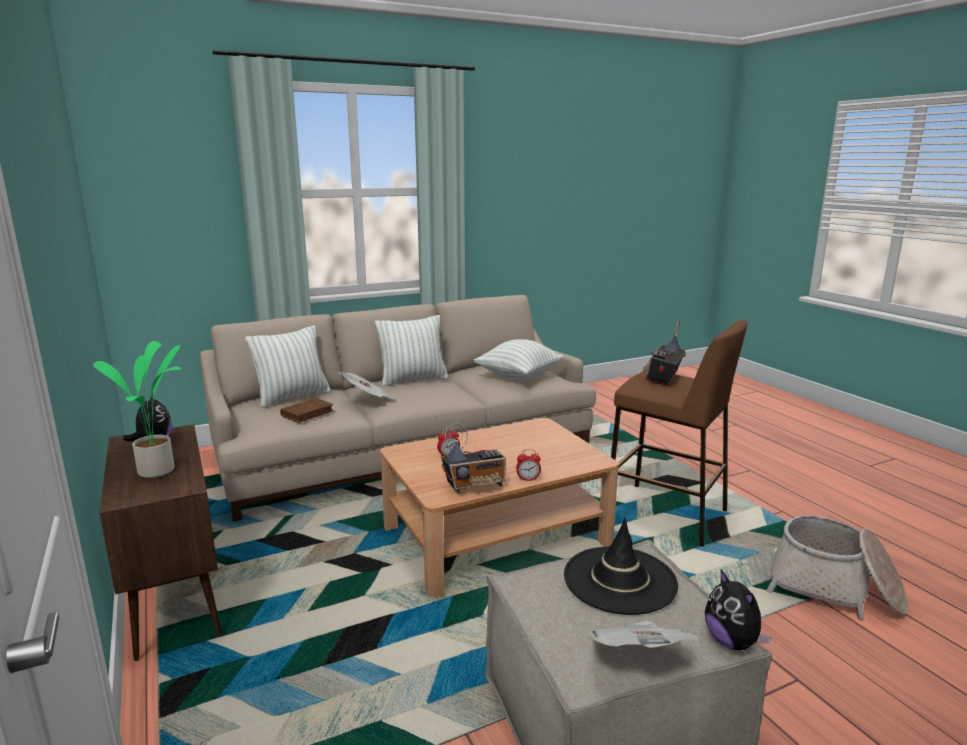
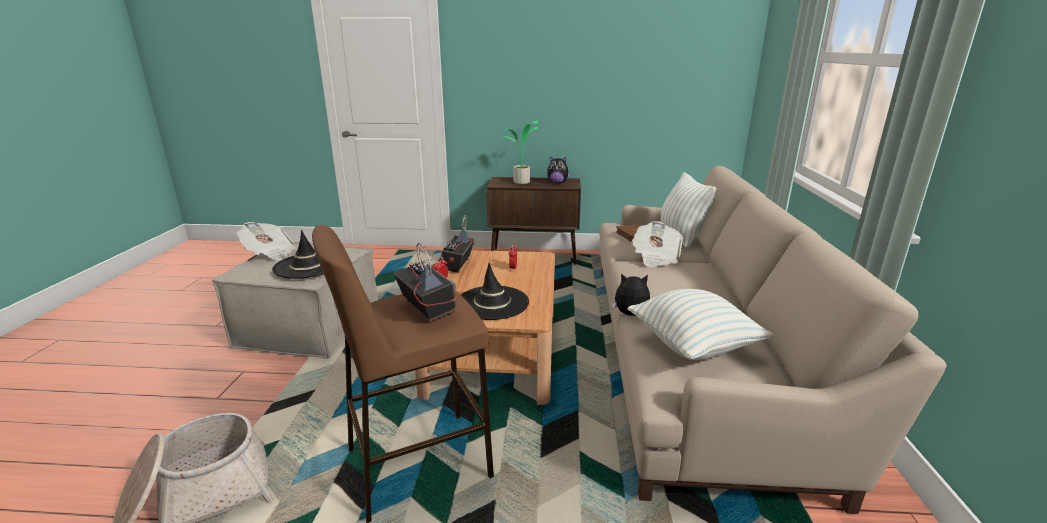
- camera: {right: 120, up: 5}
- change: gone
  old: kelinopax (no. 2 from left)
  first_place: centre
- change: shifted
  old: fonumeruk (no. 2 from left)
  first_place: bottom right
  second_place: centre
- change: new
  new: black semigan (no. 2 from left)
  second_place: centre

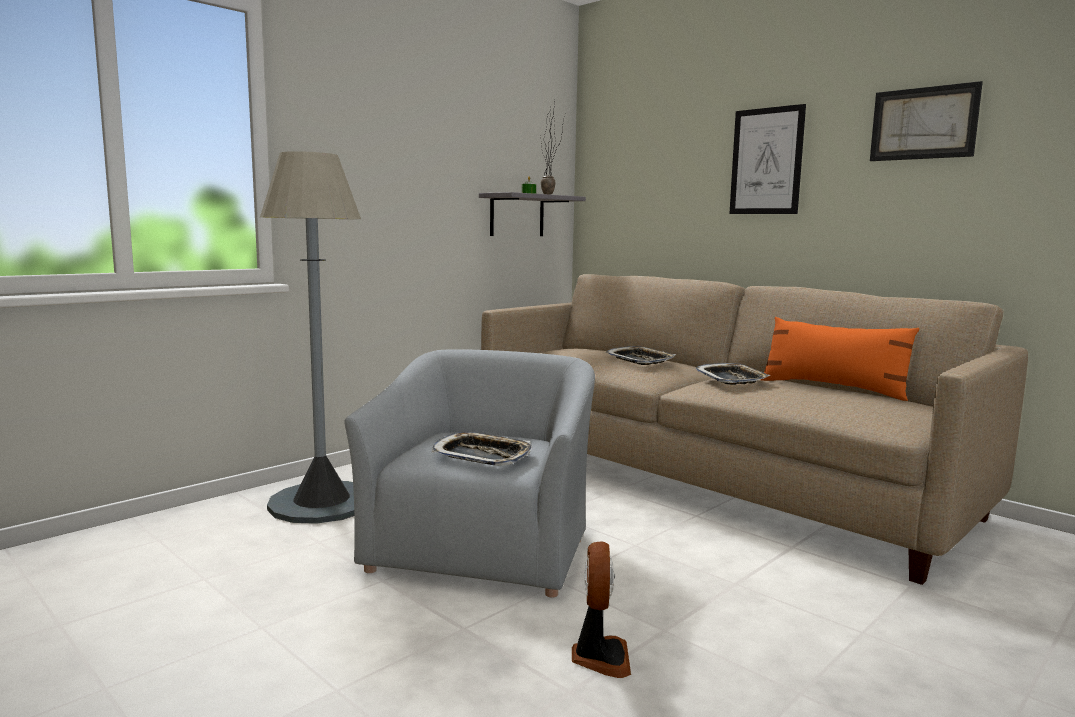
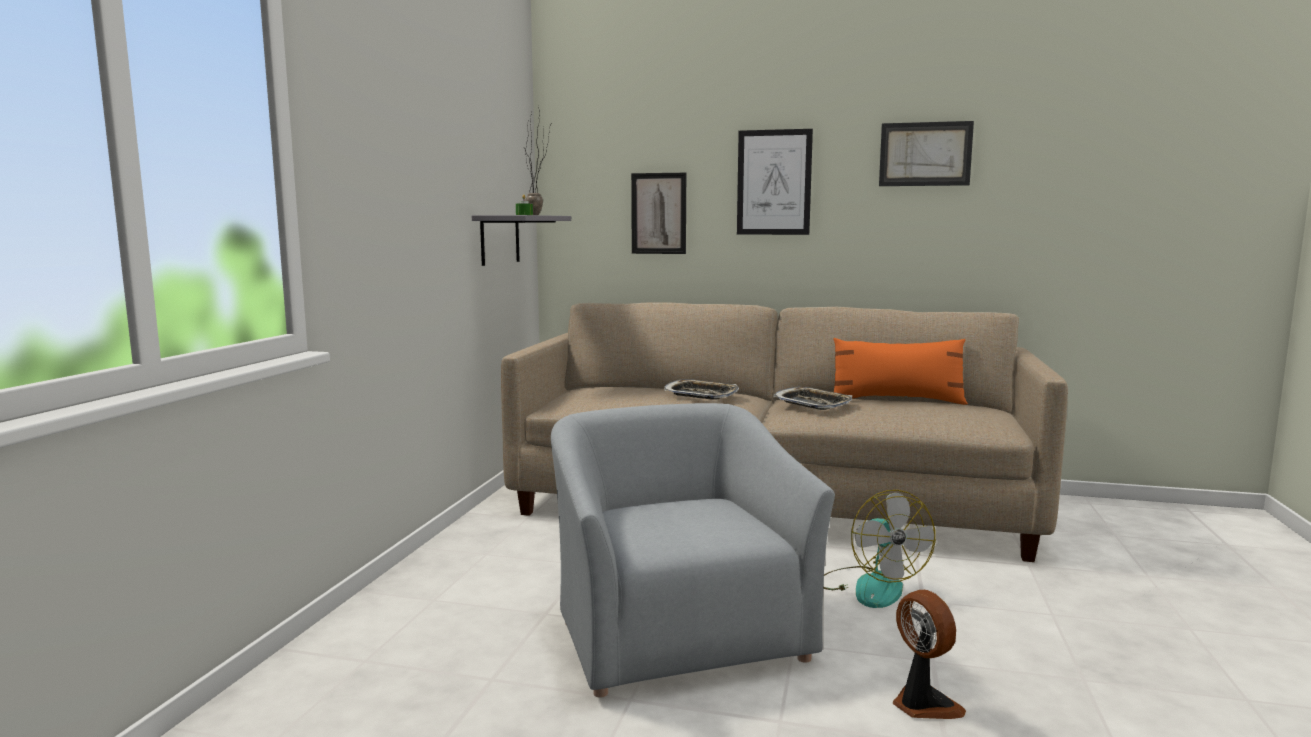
- camera: {right: -30, up: 0}
- change: gone
  old: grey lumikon
  first_place: middle left
- change: gone
  old: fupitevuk (no. 1 from left)
  first_place: centre
- change: new
  new: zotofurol (no. 1 from left)
  second_place: top centre
- change: new
  new: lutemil (no. 1 from left)
  second_place: bottom right

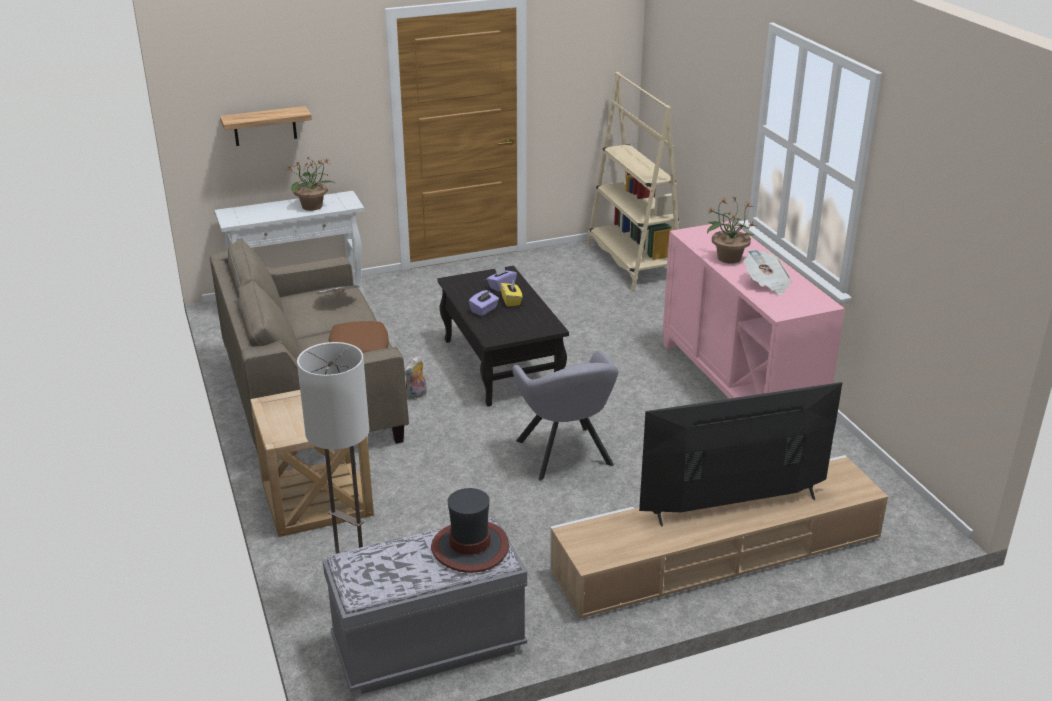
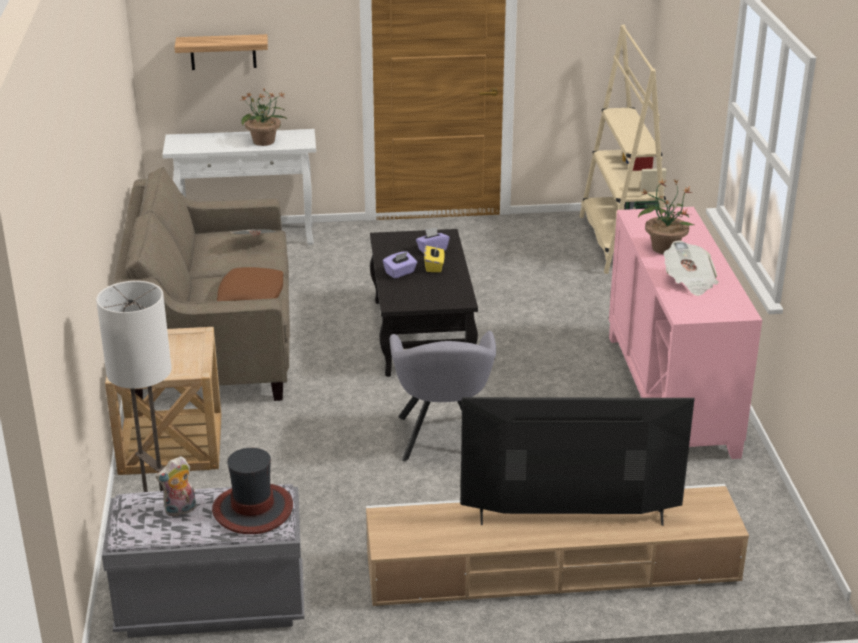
- camera: {right: 15, up: 0}
- change: shifted
  old: fonumeruk
  first_place: centre
  second_place: bottom left

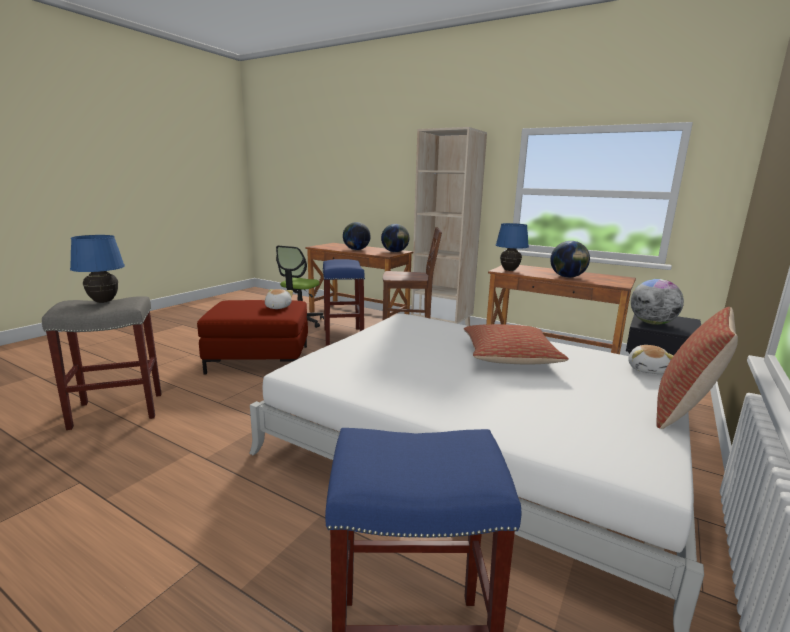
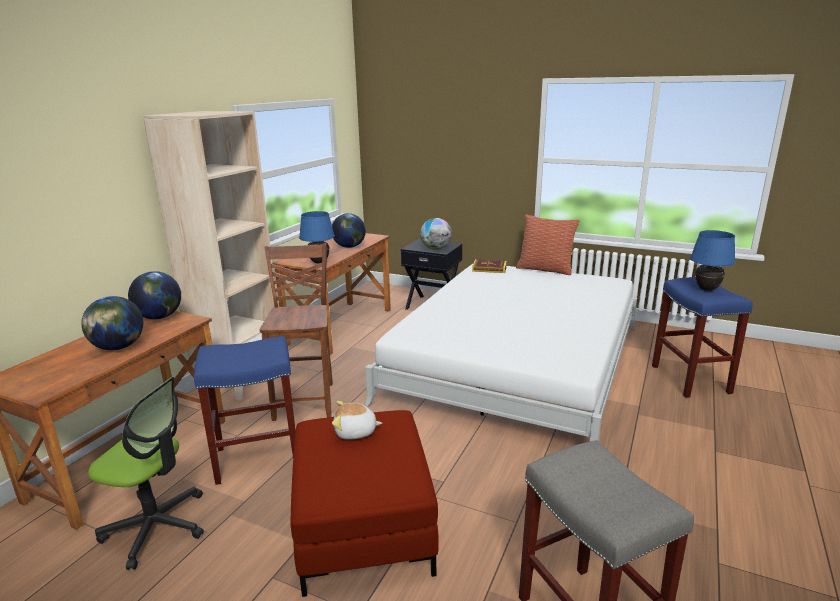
- camera: {right: -95, up: 5}
- change: shifted
  old: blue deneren (no. 1 from left in the first image)
  new: blue deneren (no. 2 from left)
  first_place: middle left
  second_place: middle right
- change: gone
  old: kelinopax (no. 1 from left)
  first_place: centre
- change: swapped
  old: fonumeruk (no. 2 from left)
  new: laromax
  first_place: middle right
  second_place: centre

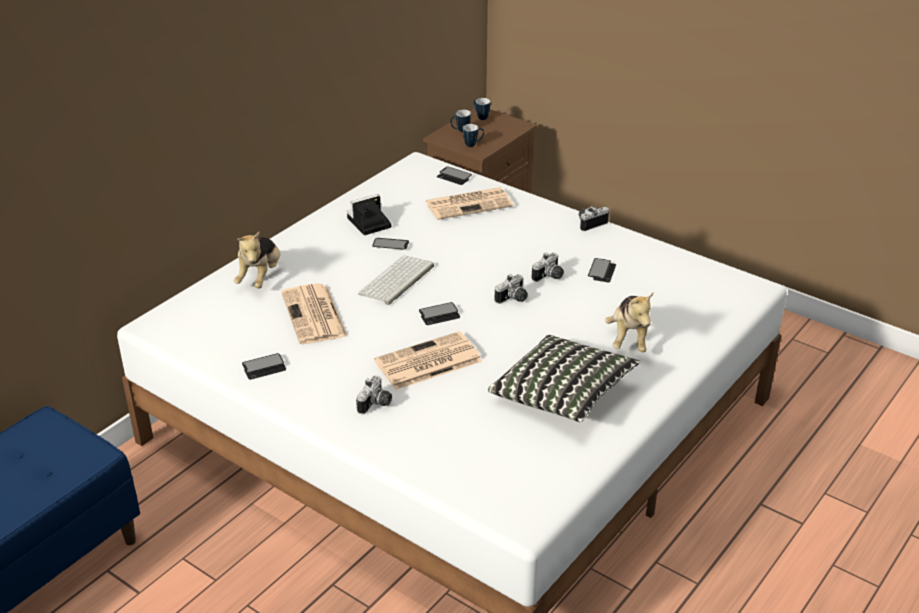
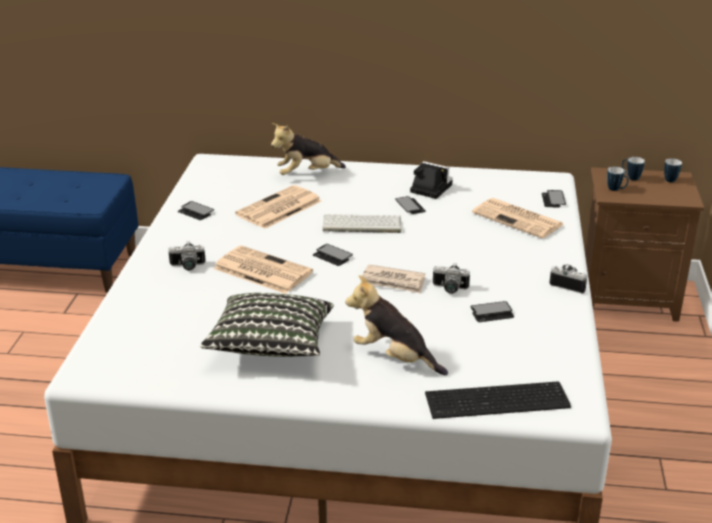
- camera: {right: 60, up: -5}
- change: swapped
  old: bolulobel (no. 3 from left)
  new: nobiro (no. 3 from left)
  first_place: centre
  second_place: centre
- change: rotated
  old: fonumeruk (no. 2 from left)
  first_place: middle right
  second_place: centre
  degrees: 60
- change: new
  new: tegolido (no. 2 from left)
  second_place: bottom right

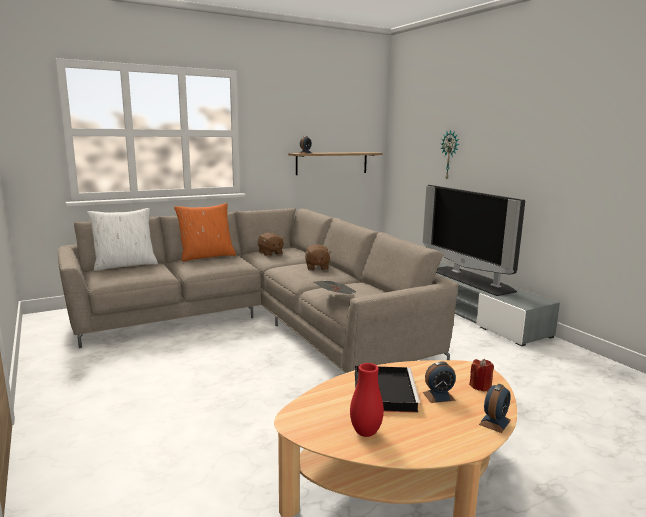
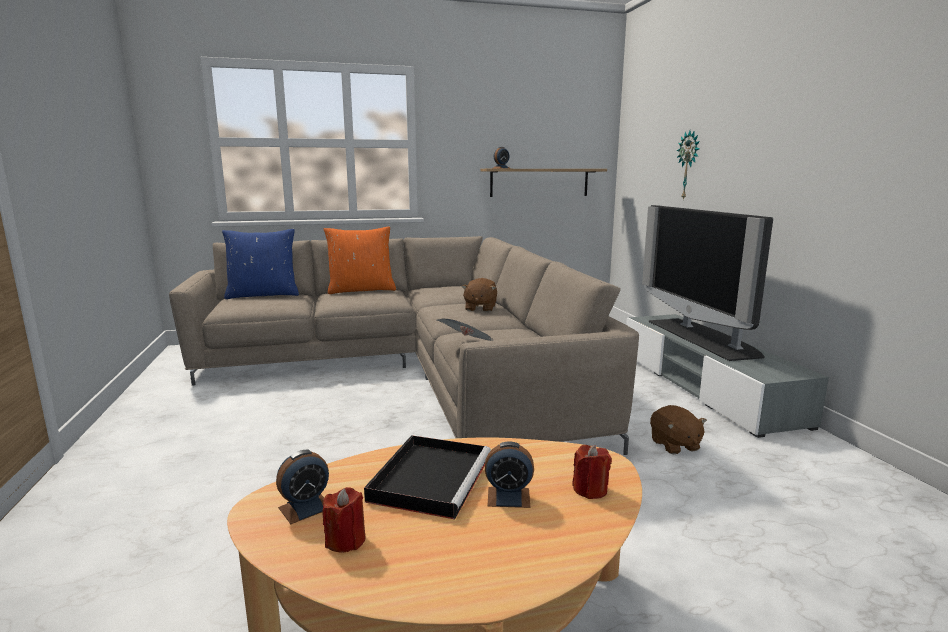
- camera: {right: 15, up: 0}
- change: repainted
  old: white kelinopax
  new: blue kelinopax
  first_place: middle left
  second_place: middle left
- change: shifted
  old: brown fonumeruk (no. 1 from left in the first image)
  new: brown fonumeruk (no. 2 from left)
  first_place: centre
  second_place: bottom right
- change: swapped
  old: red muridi
  new: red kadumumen (no. 1 from left)
  first_place: bottom centre
  second_place: bottom centre
- change: shifted
  old: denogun (no. 3 from left in the first image)
  new: denogun (no. 1 from left)
  first_place: bottom right
  second_place: bottom left

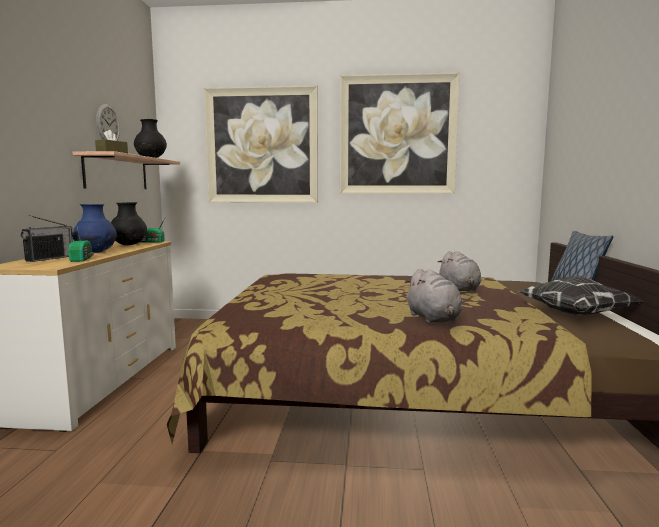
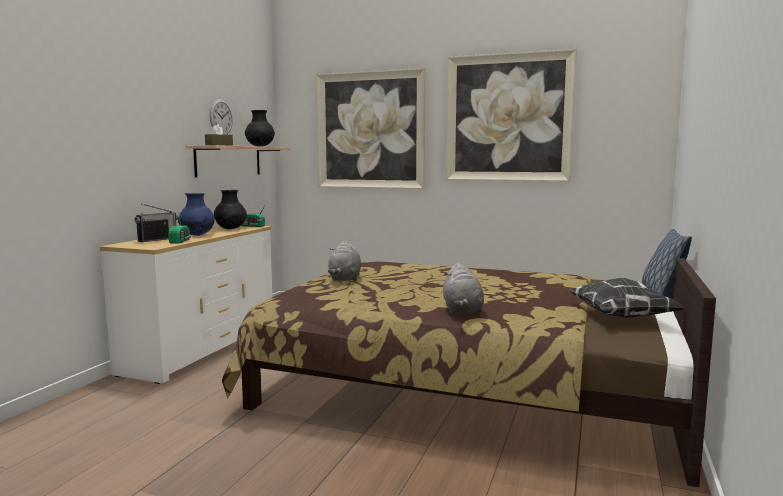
- camera: {right: 15, up: 0}
- change: shifted
  old: grey fonumeruk (no. 2 from left in the first image)
  new: grey fonumeruk (no. 1 from left)
  first_place: middle right
  second_place: centre

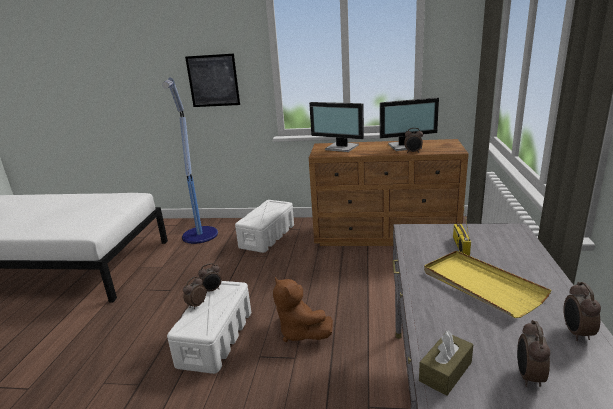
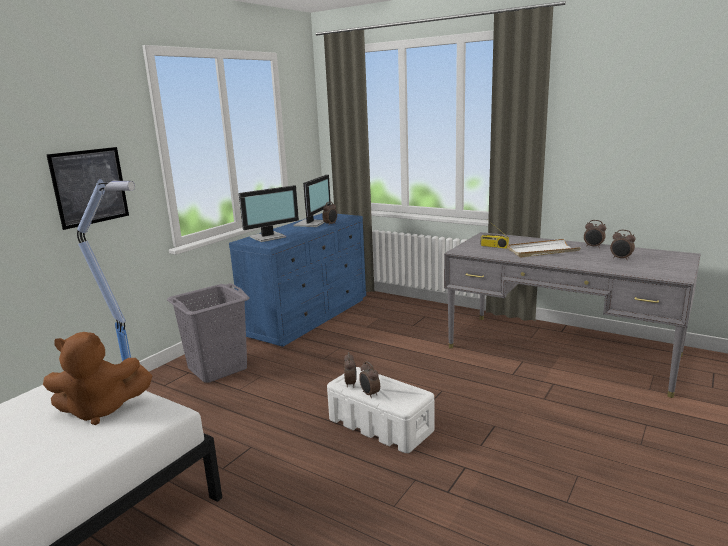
- camera: {right: -65, up: -5}
- change: repainted
  old: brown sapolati
  new: blue sapolati
  first_place: centre
  second_place: centre
- change: swapped
  old: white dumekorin (no. 2 from left)
  new: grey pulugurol
  first_place: centre
  second_place: middle left
- change: repainted
  old: yellow fupitevuk
  new: white fupitevuk
  first_place: bottom right
  second_place: middle right
- change: shifted
  old: brown fonumeruk
  first_place: bottom centre
  second_place: bottom left
- change: gone
  old: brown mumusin
  first_place: bottom right

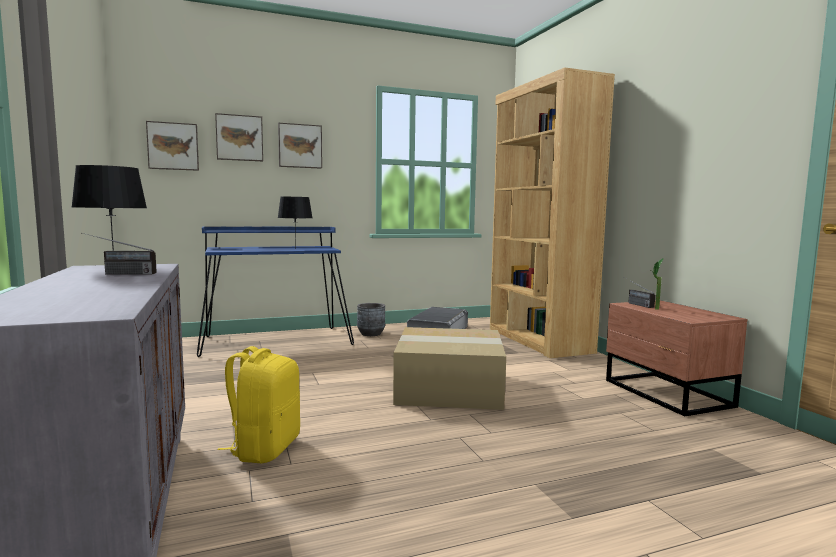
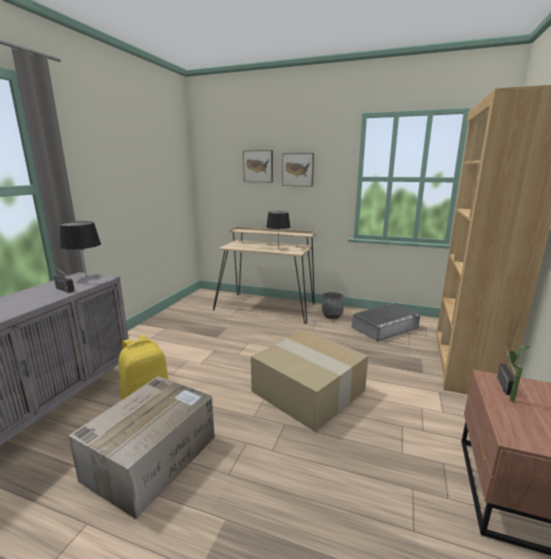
- camera: {right: 40, up: 10}
- change: gone
  old: zotofurol (no. 1 from left)
  first_place: top left
- change: repainted
  old: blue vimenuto
  new: beige vimenuto
  first_place: middle left
  second_place: centre
- change: new
  new: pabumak (no. 1 from left)
  second_place: bottom left

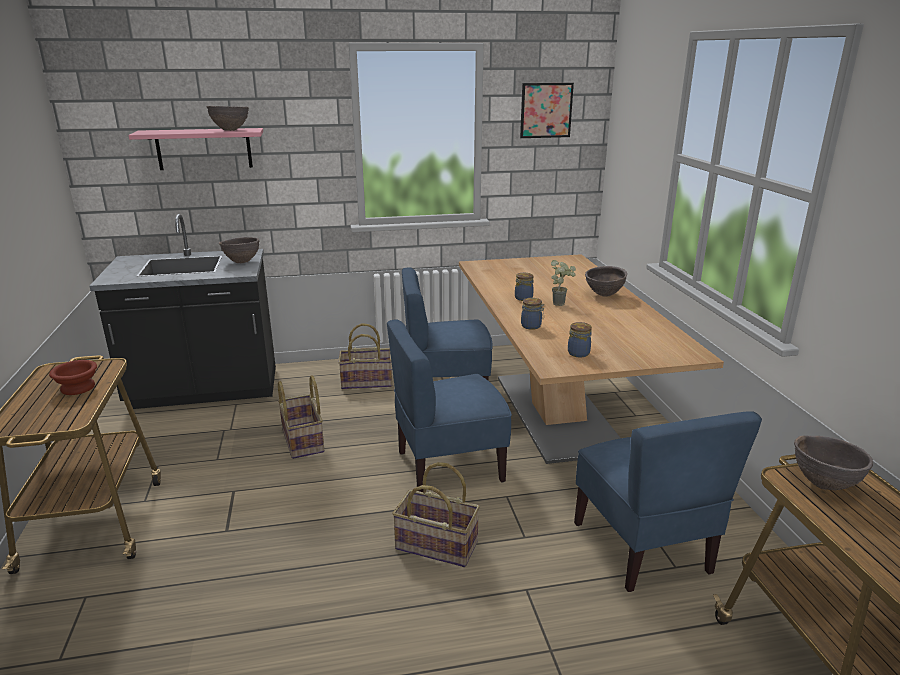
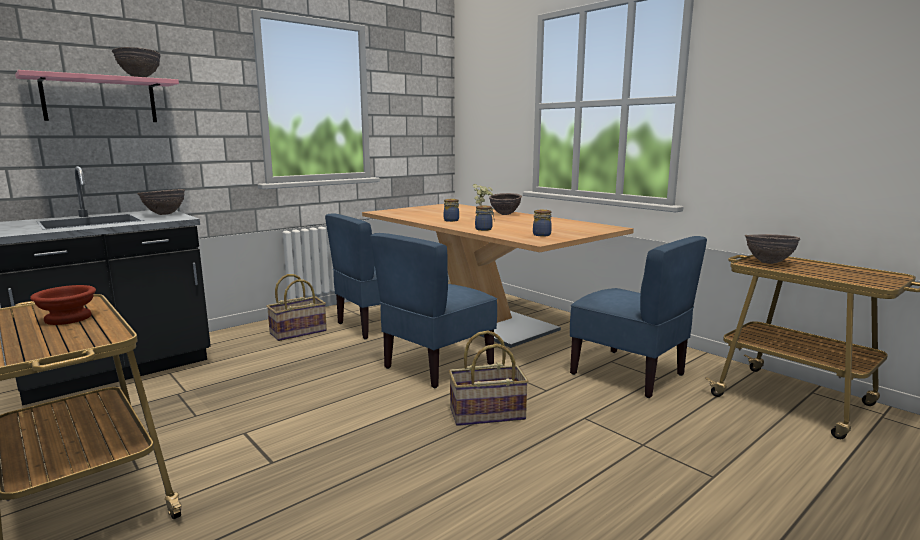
- camera: {right: -30, up: -10}
- change: gone
  old: zotofurol
  first_place: top centre
- change: gone
  old: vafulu (no. 1 from left)
  first_place: centre

